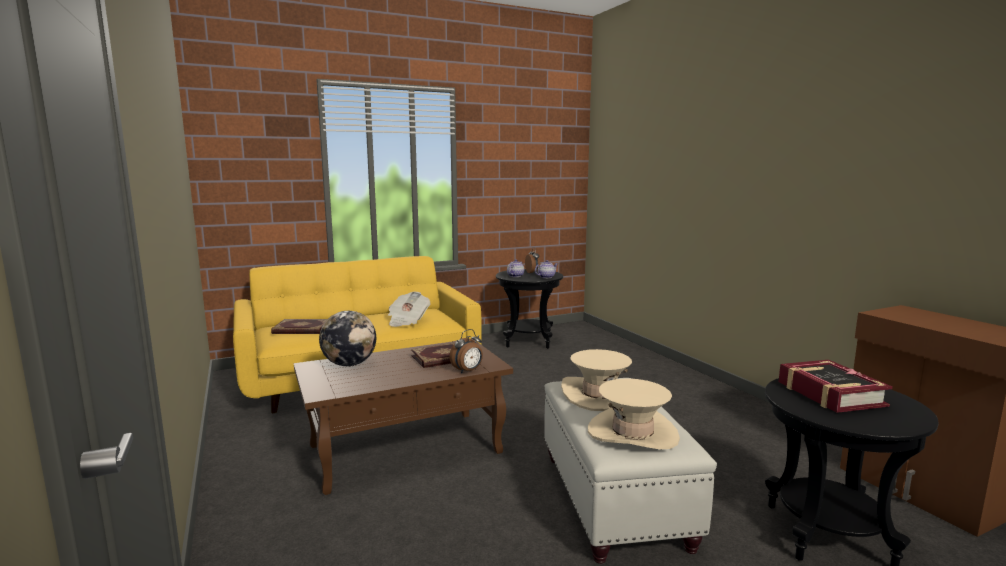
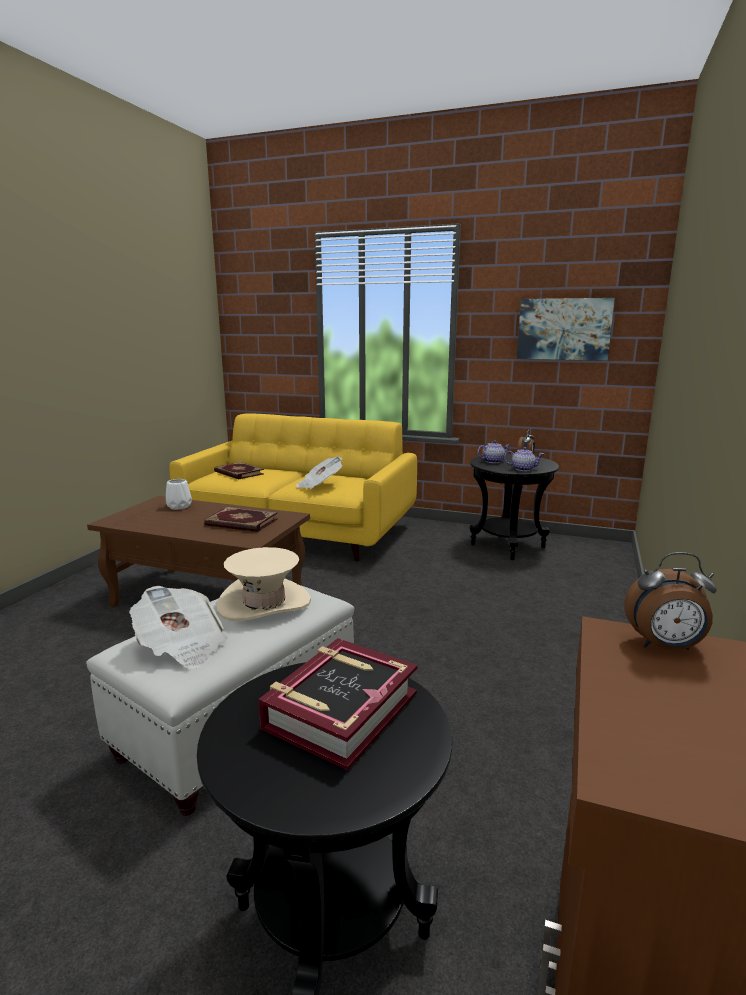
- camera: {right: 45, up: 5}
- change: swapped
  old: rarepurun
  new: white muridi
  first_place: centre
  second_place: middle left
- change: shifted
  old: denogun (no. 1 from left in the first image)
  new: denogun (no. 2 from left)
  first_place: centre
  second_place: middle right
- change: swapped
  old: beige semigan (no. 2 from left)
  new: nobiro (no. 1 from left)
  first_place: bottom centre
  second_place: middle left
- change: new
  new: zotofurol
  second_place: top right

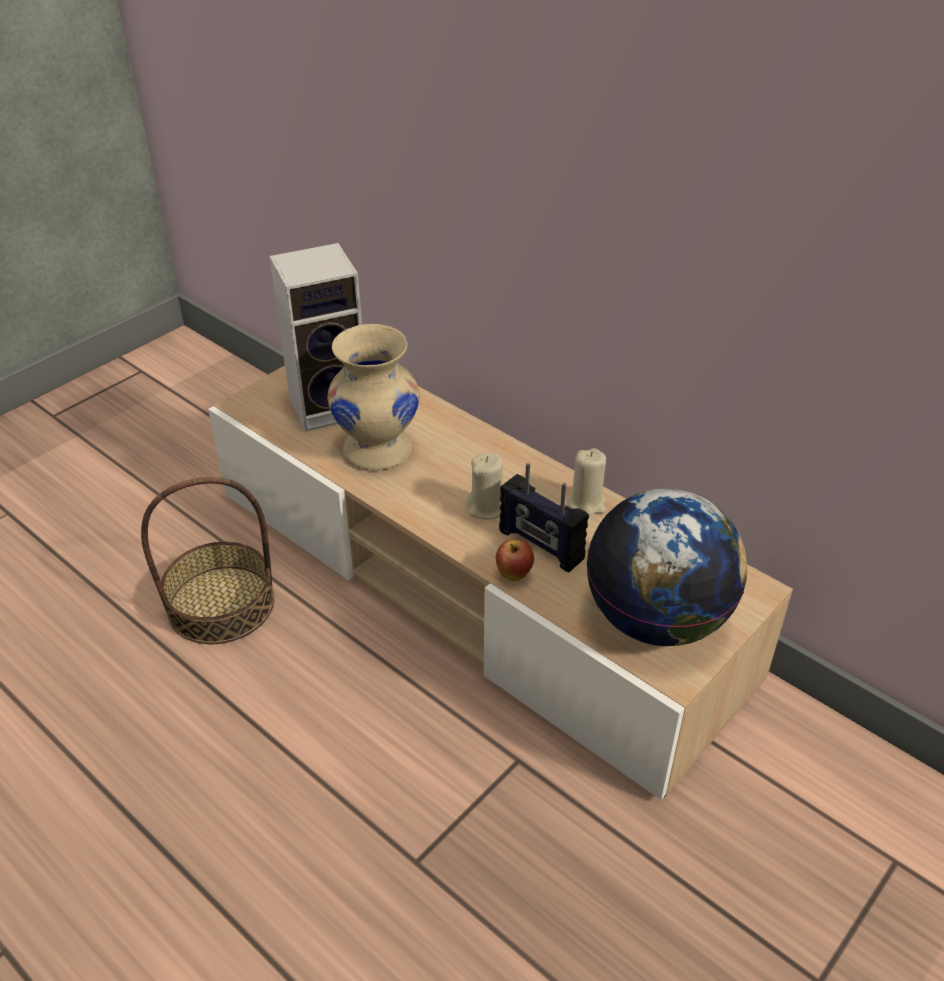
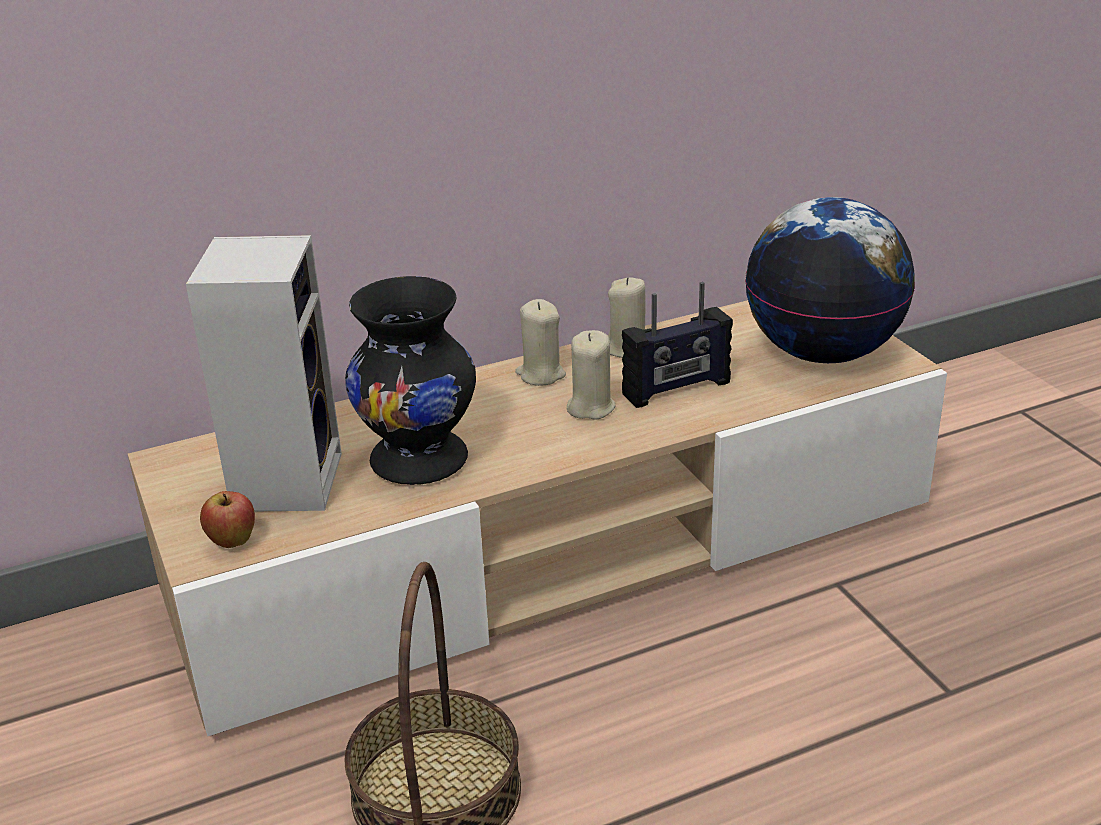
- camera: {right: -65, up: -10}
- change: repainted
  old: beige muridi
  new: black muridi
  first_place: centre
  second_place: centre
- change: shifted
  old: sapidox
  first_place: centre
  second_place: middle left
- change: new
  new: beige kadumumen (no. 1 from left)
  second_place: centre

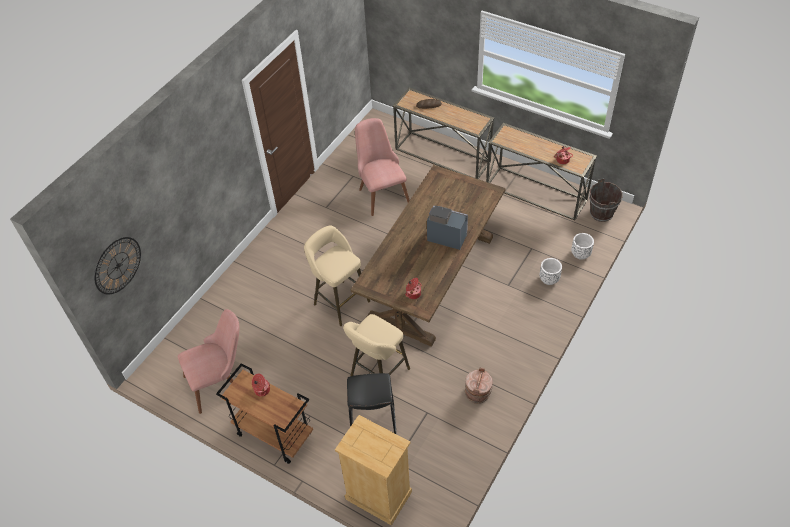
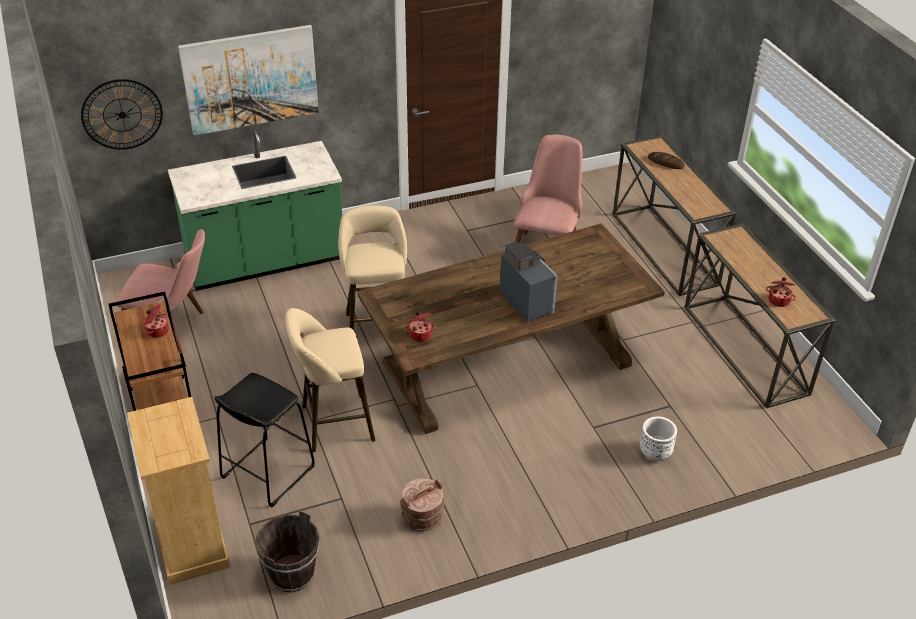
- camera: {right: 35, up: -10}
- change: shifted
  old: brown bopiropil (no. 2 from left in the first image)
  new: brown bopiropil (no. 1 from left)
  first_place: middle right
  second_place: bottom left
- change: gone
  old: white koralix (no. 2 from left)
  first_place: middle right
- change: new
  new: zotofurol
  second_place: top left
- change: new
  new: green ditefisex
  second_place: middle left

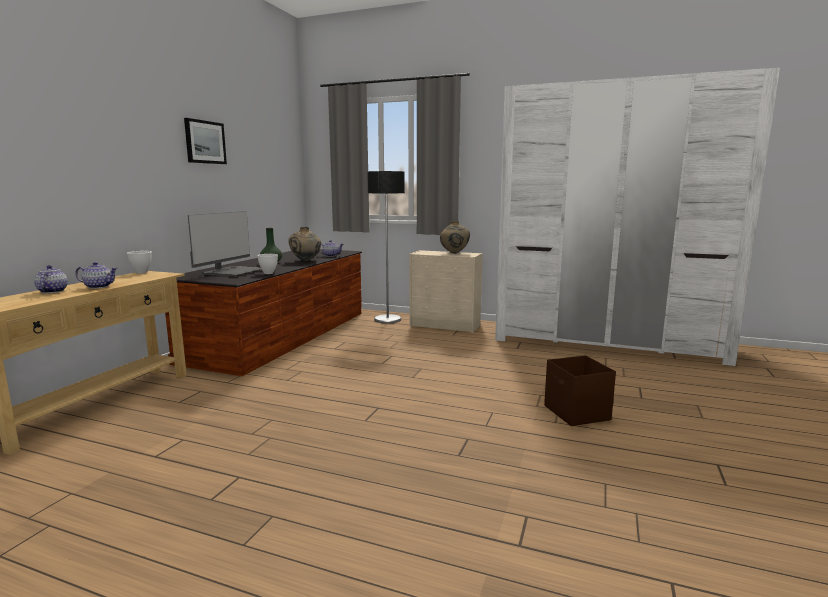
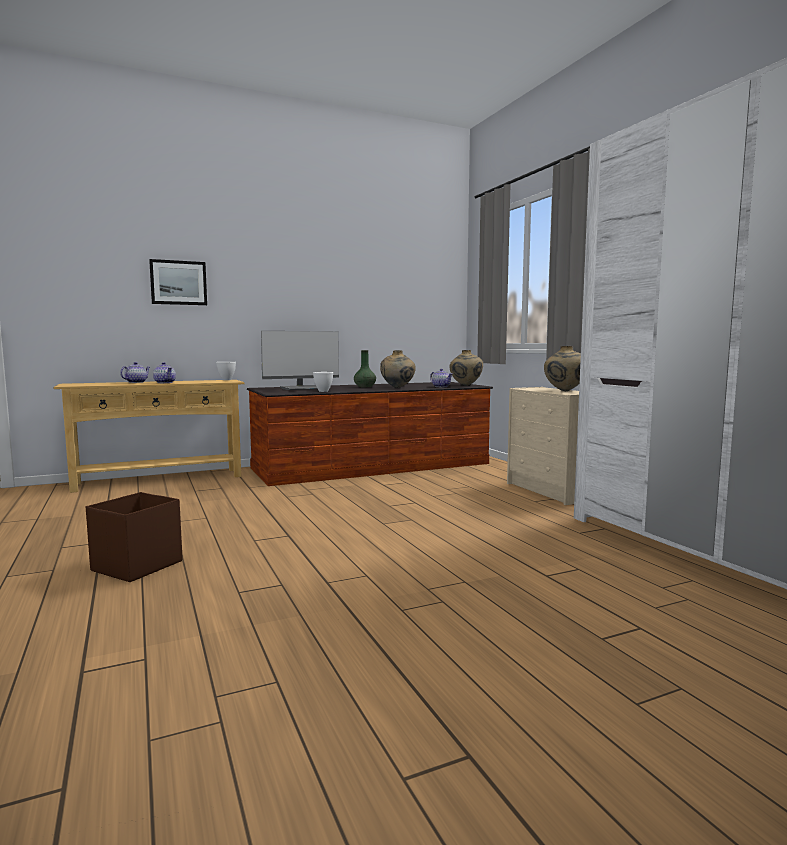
- camera: {right: 45, up: -5}
- change: shifted
  old: zotofurol
  first_place: top left
  second_place: middle left
- change: gone
  old: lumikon
  first_place: centre
- change: shifted
  old: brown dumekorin
  first_place: middle right
  second_place: middle left
- change: new
  new: beige muridi (no. 2 from left)
  second_place: centre

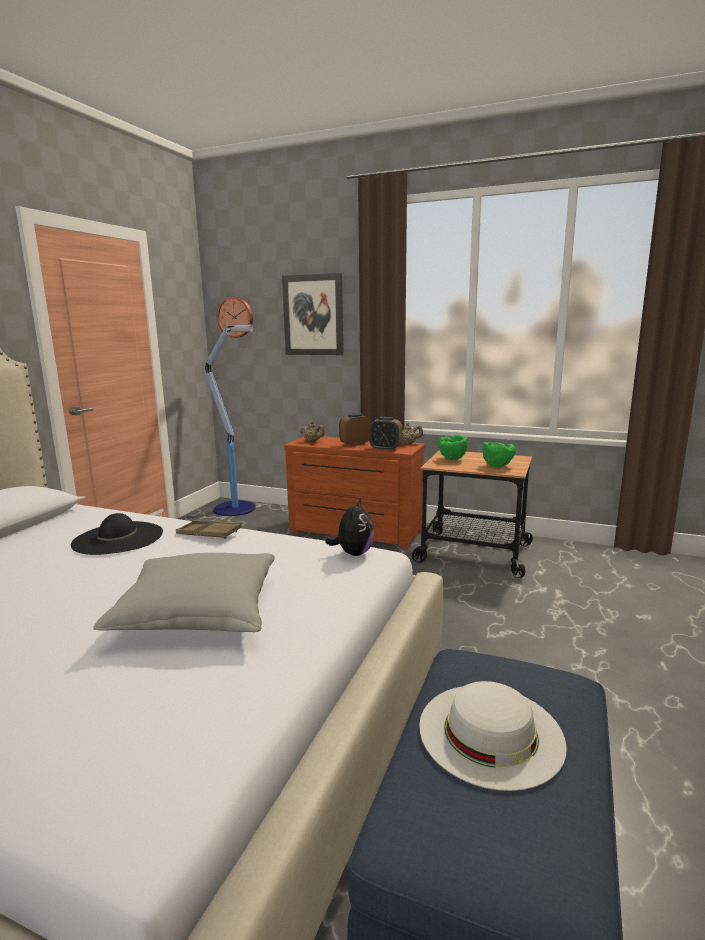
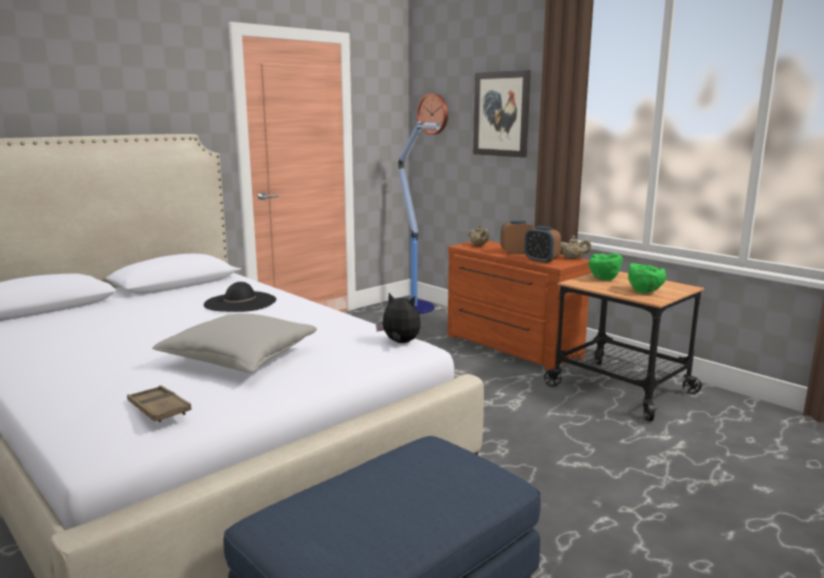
- camera: {right: 25, up: 0}
- change: rotated
  old: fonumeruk
  first_place: centre
  second_place: centre
  degrees: -105
- change: shifted
  old: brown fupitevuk
  first_place: middle left
  second_place: bottom left
- change: gone
  old: white semigan
  first_place: bottom right

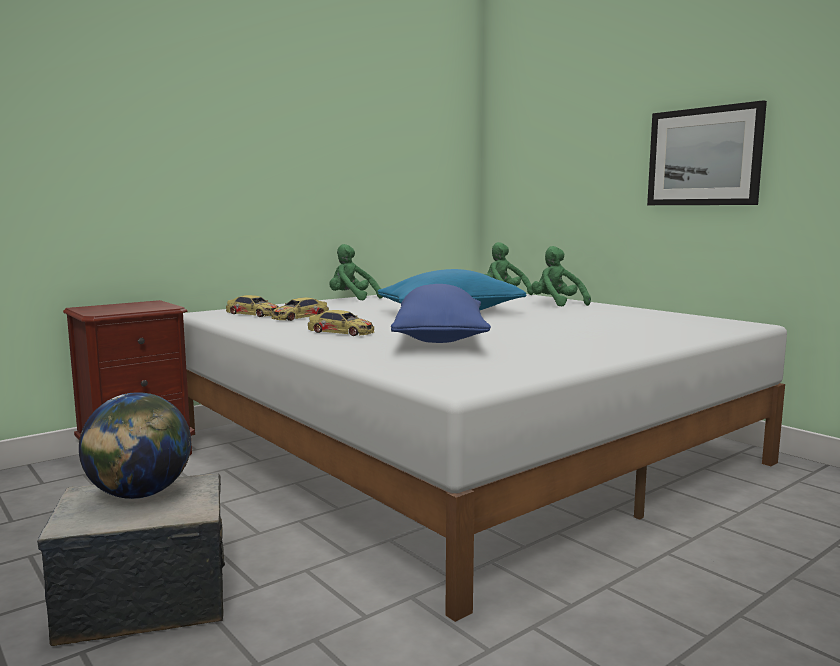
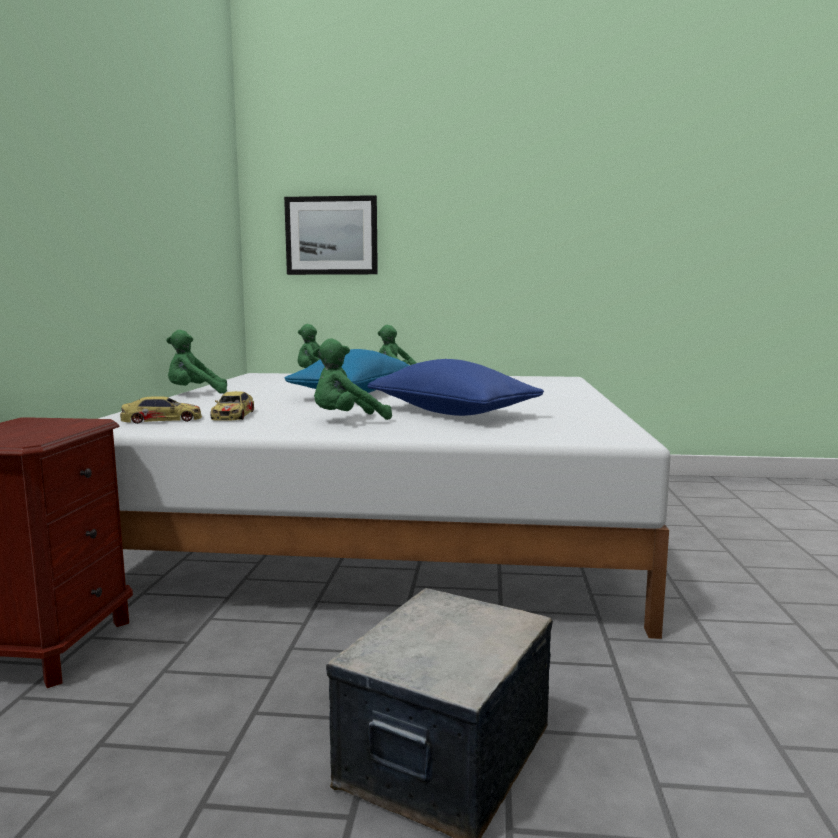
- camera: {right: -45, up: 0}
- change: shifted
  old: zotofurol
  first_place: top right
  second_place: top centre
- change: swapped
  old: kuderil (no. 3 from left)
  new: green fonumeruk (no. 3 from left)
  first_place: centre
  second_place: centre
- change: gone
  old: rarepurun
  first_place: bottom left

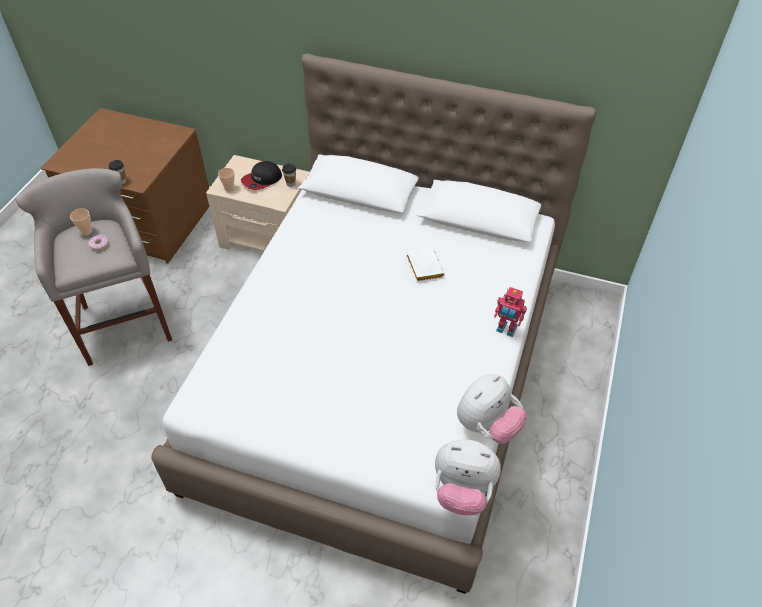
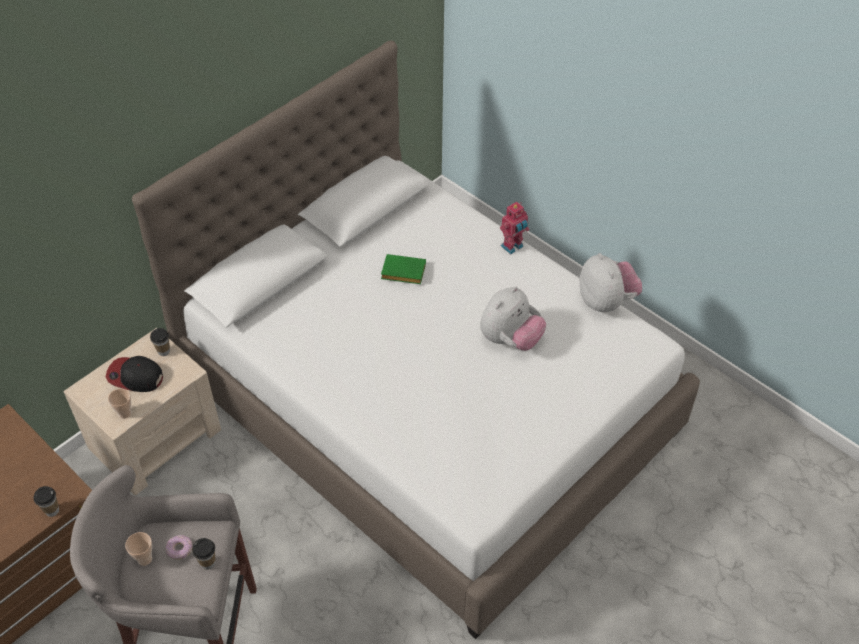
- camera: {right: -65, up: 0}
- change: rotated
  old: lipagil
  first_place: top centre
  second_place: middle left
  degrees: 120
- change: repainted
  old: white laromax
  new: green laromax
  first_place: centre
  second_place: centre
- change: shifted
  old: fonumeruk (no. 1 from left)
  first_place: bottom centre
  second_place: centre
- change: new
  new: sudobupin (no. 5 from left)
  second_place: bottom left

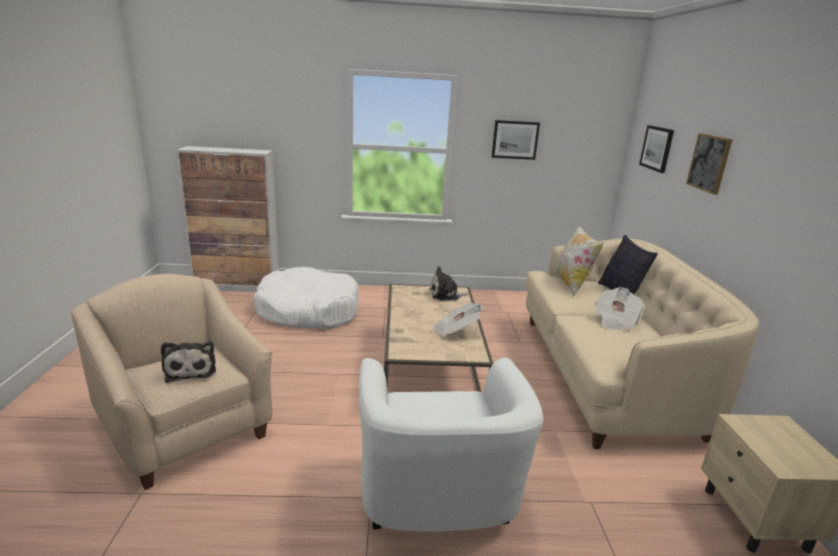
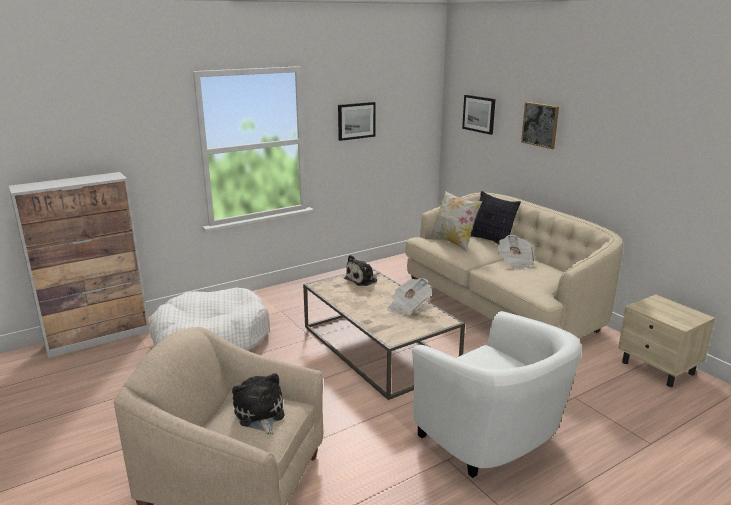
- camera: {right: -30, up: 0}
- change: rotated
  old: fonumeruk (no. 1 from left)
  first_place: middle left
  second_place: bottom centre
  degrees: -150

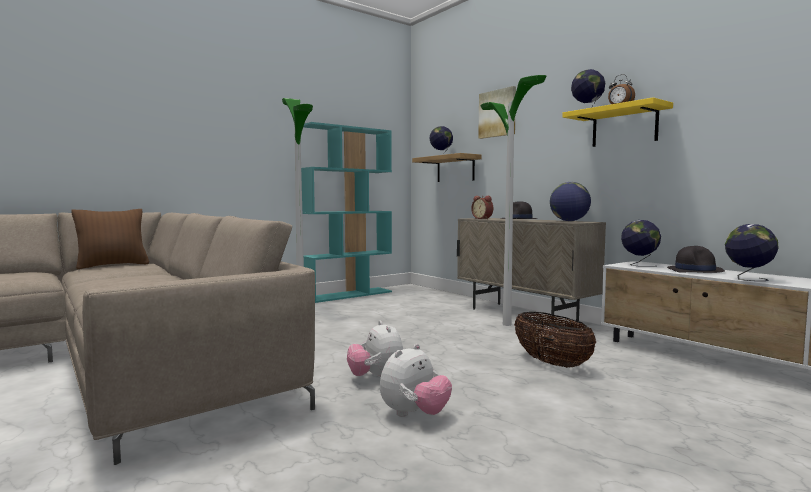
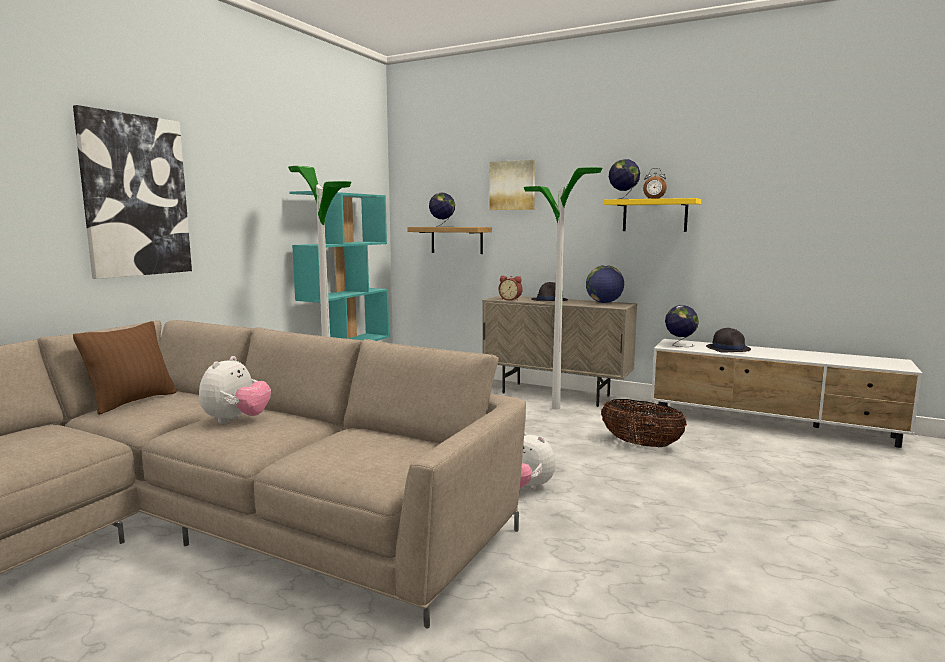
- camera: {right: -25, up: 5}
- change: gone
  old: rarepurun (no. 5 from left)
  first_place: middle right
- change: shifted
  old: fonumeruk (no. 2 from left in the first image)
  new: fonumeruk (no. 1 from left)
  first_place: bottom centre
  second_place: middle left
- change: new
  new: zotofurol (no. 1 from left)
  second_place: top left

